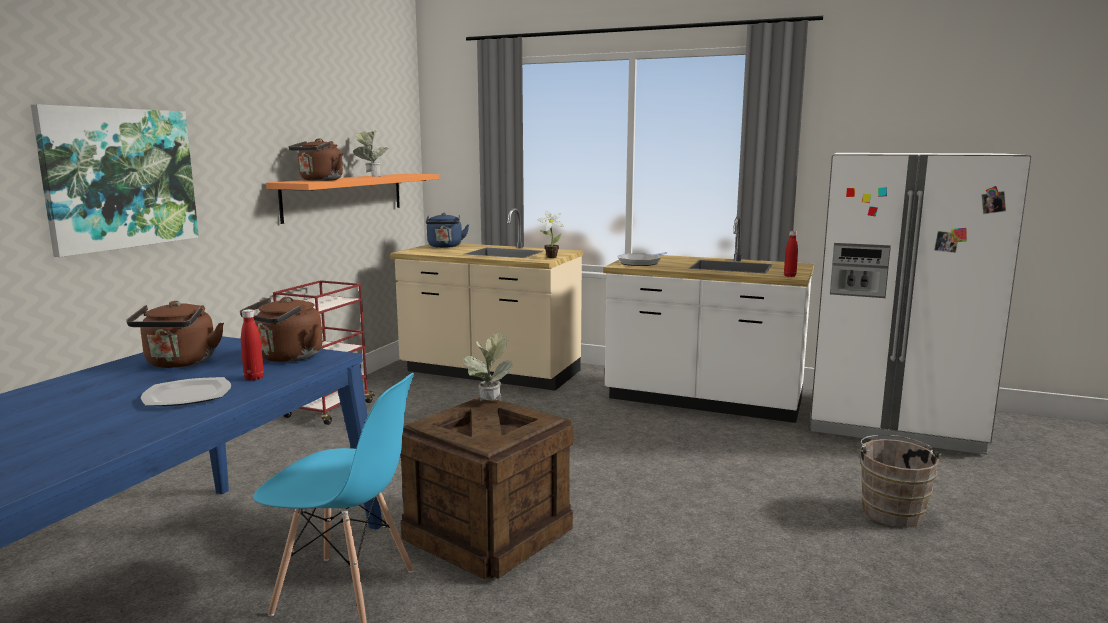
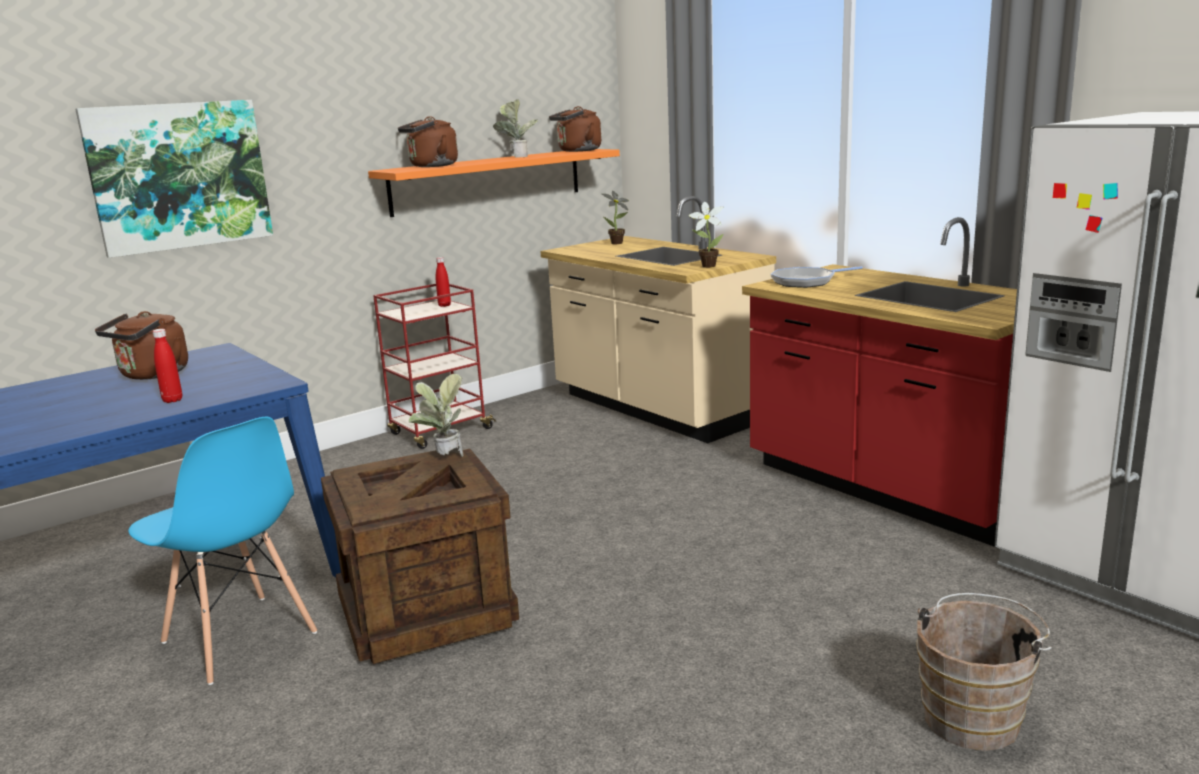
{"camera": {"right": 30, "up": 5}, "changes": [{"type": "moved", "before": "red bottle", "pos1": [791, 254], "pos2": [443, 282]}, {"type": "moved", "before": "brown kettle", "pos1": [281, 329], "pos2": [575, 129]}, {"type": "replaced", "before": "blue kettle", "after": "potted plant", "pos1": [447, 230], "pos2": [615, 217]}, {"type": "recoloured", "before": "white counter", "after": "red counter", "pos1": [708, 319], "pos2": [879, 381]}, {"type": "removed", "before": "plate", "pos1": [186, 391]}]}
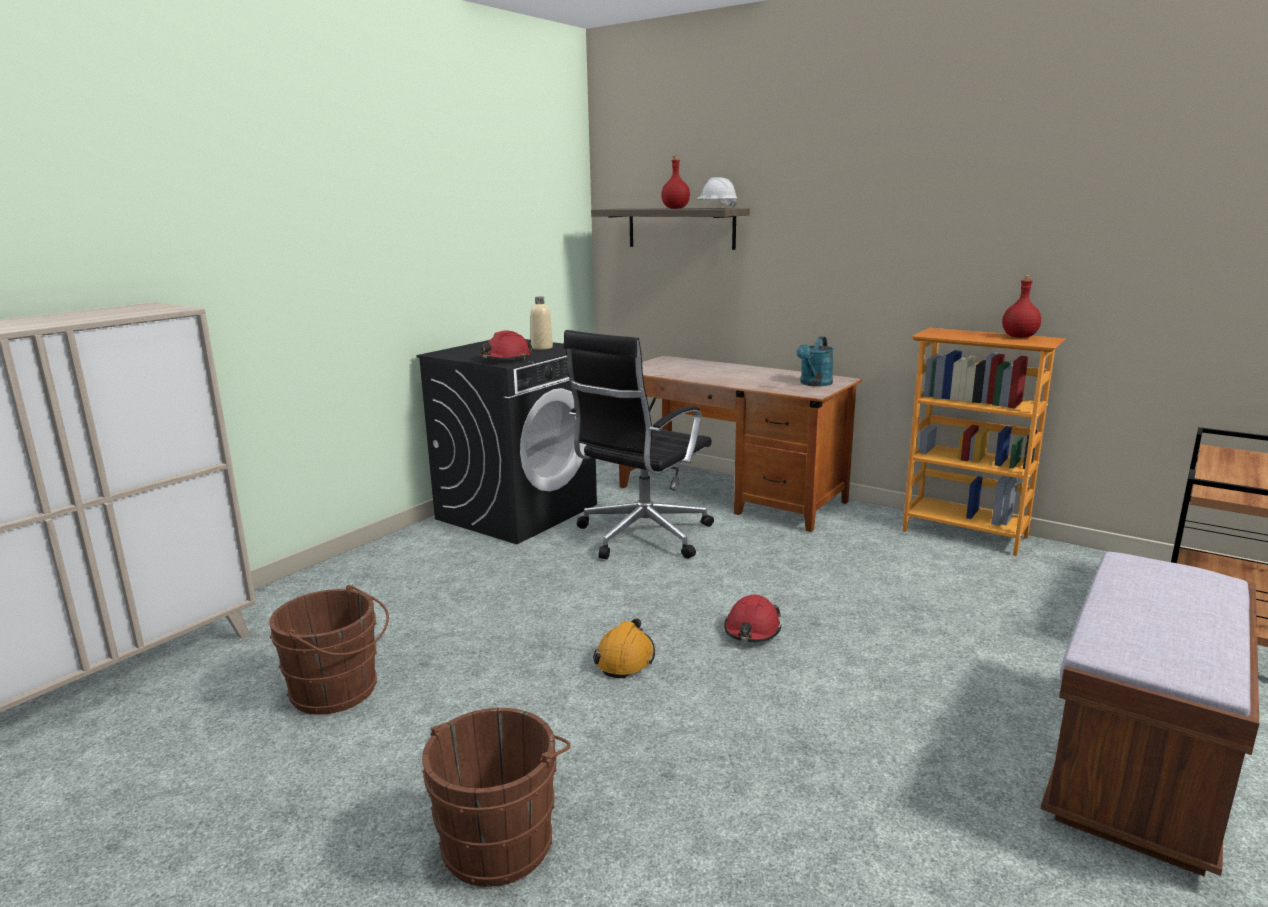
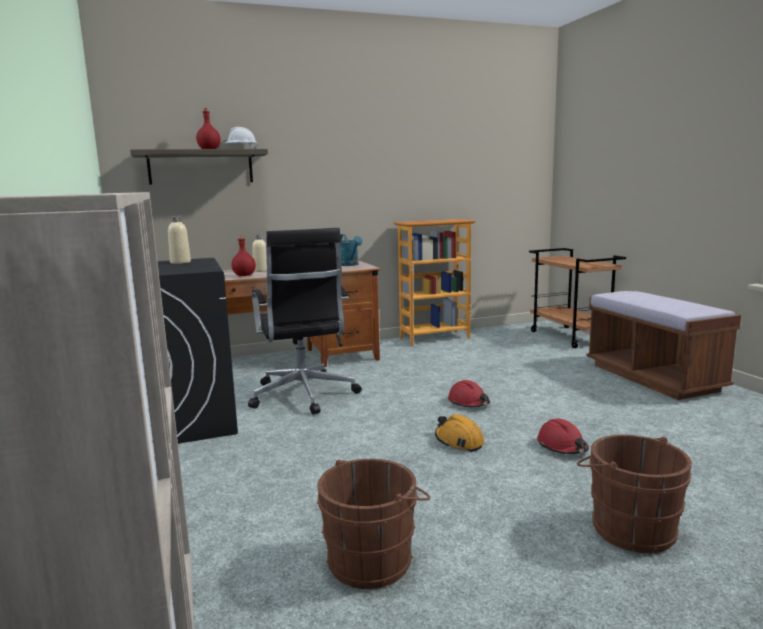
{"camera": {"right": -55, "up": -5}, "changes": [{"type": "moved", "before": "red bottle", "pos1": [1021, 306], "pos2": [243, 255]}, {"type": "added", "after": "beige bottle", "pos2": [259, 253]}, {"type": "moved", "before": "red hard hat", "pos1": [506, 345], "pos2": [563, 436]}]}
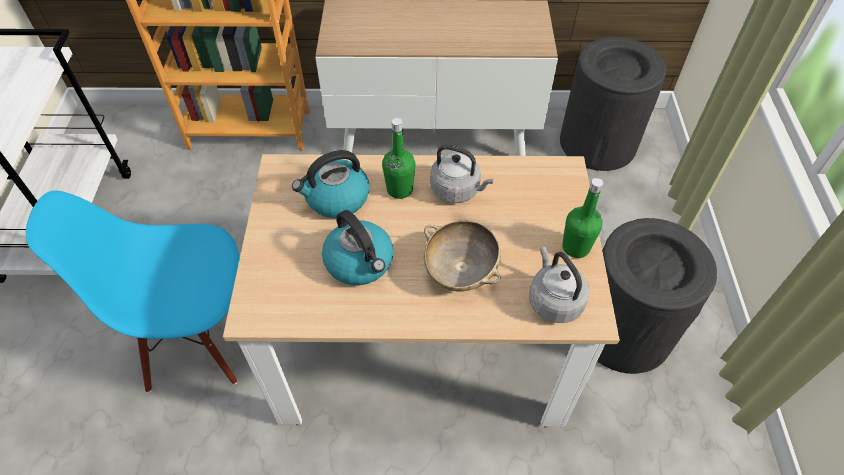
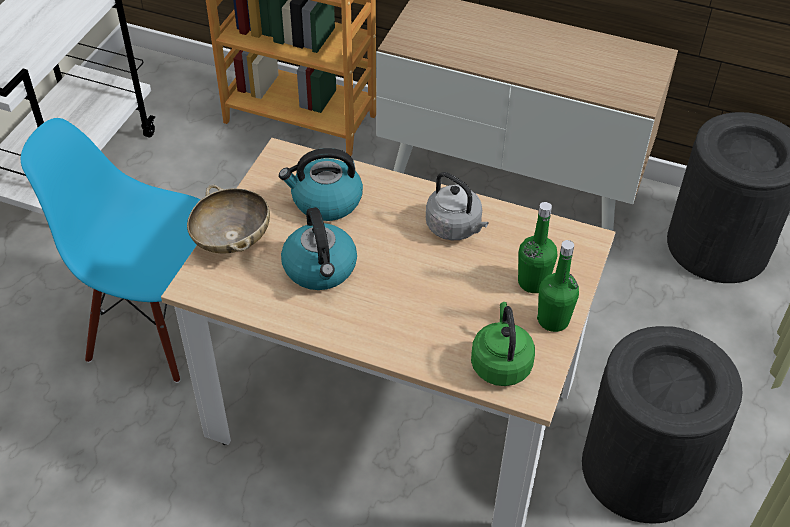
{"camera": {"right": 20, "up": -5}, "changes": [{"type": "moved", "before": "beige bowl", "pos1": [462, 256], "pos2": [228, 219]}, {"type": "recoloured", "before": "grey kettle", "after": "green kettle", "pos1": [559, 284], "pos2": [503, 344]}, {"type": "moved", "before": "green bottle", "pos1": [399, 158], "pos2": [538, 247]}]}
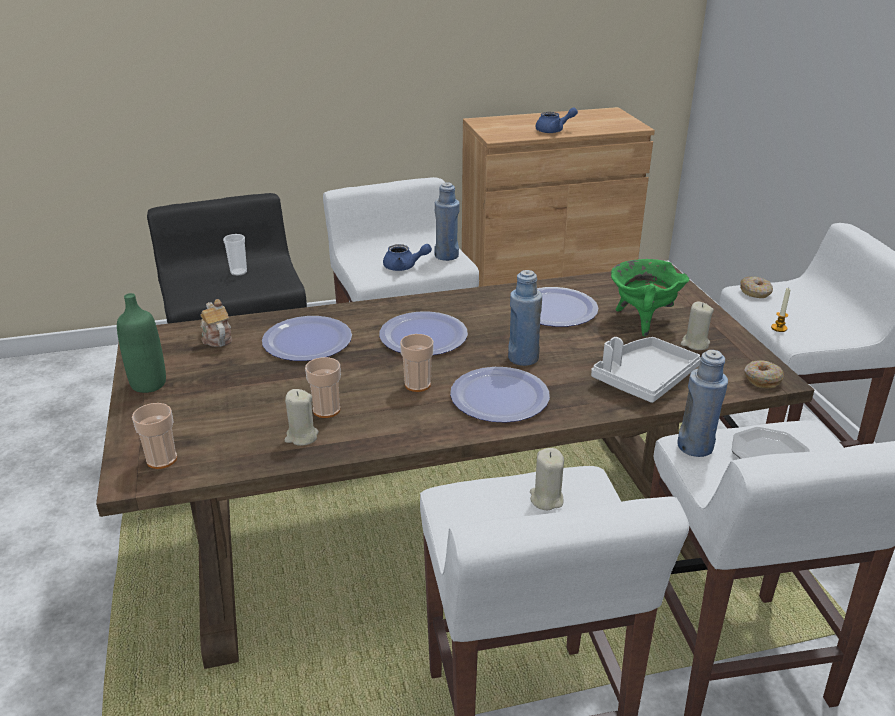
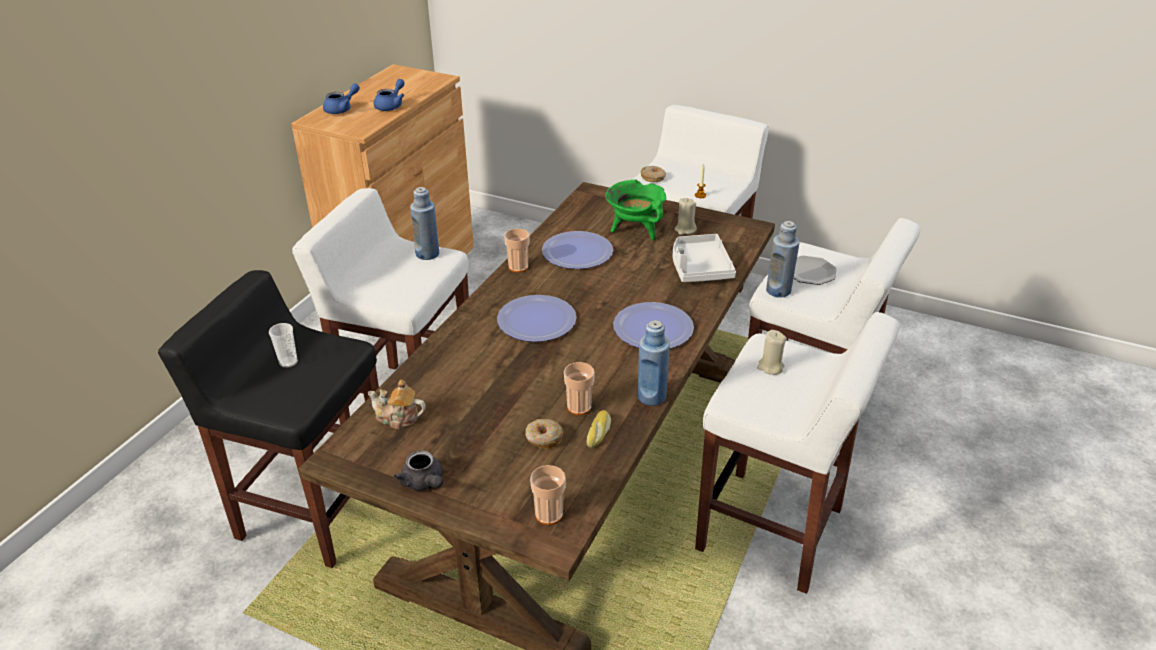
{"camera": {"right": -50, "up": 5}, "changes": [{"type": "moved", "before": "blue teapot", "pos1": [407, 257], "pos2": [341, 98]}, {"type": "replaced", "before": "green bottle", "after": "grey teapot", "pos1": [141, 343], "pos2": [418, 470]}, {"type": "moved", "before": "cup", "pos1": [417, 363], "pos2": [516, 251]}, {"type": "moved", "before": "donut", "pos1": [764, 374], "pos2": [544, 434]}, {"type": "replaced", "before": "beige candle", "after": "bread", "pos1": [302, 417], "pos2": [599, 429]}, {"type": "moved", "before": "blue bottle", "pos1": [525, 318], "pos2": [653, 363]}, {"type": "removed", "before": "plate", "pos1": [307, 338]}]}
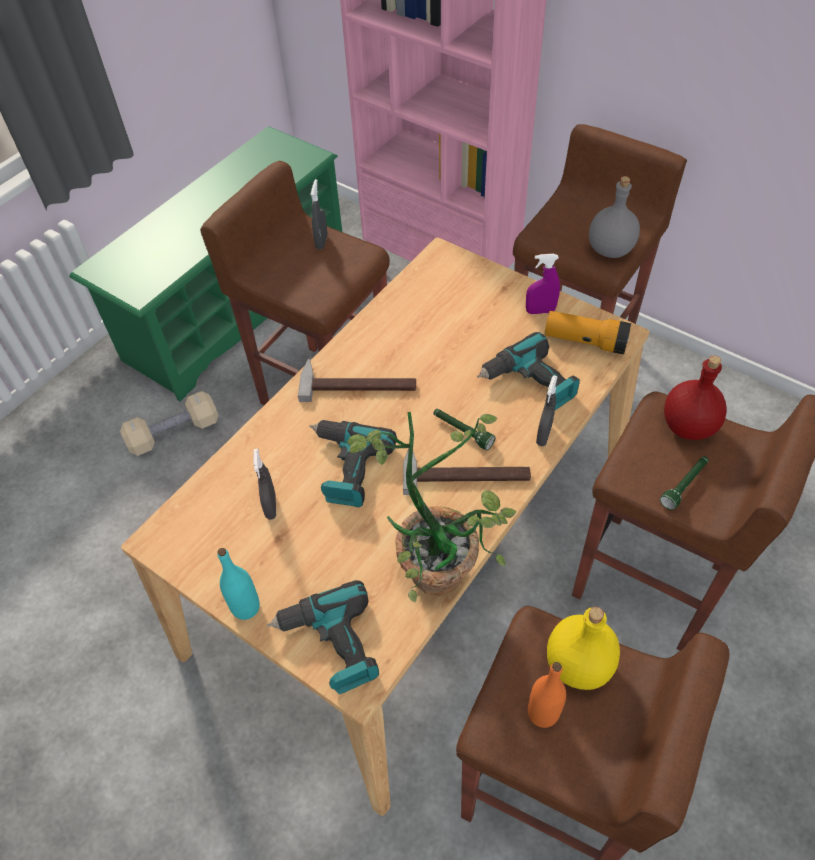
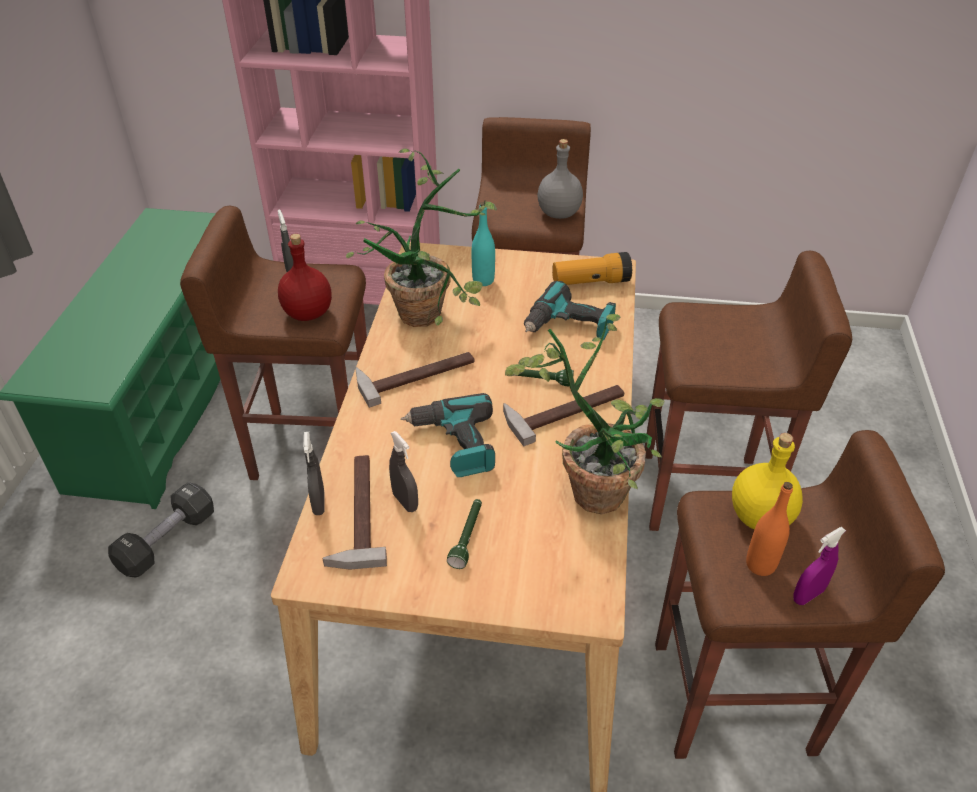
{"camera": {"right": -30, "up": -10}, "changes": [{"type": "recoloured", "before": "beige dumbbell", "after": "black dumbbell", "pos1": [169, 423], "pos2": [161, 530]}, {"type": "moved", "before": "red bottle", "pos1": [695, 397], "pos2": [305, 277]}, {"type": "moved", "before": "grey spray bottle", "pos1": [547, 410], "pos2": [314, 473]}, {"type": "added", "after": "hammer", "pos2": [355, 512]}, {"type": "added", "after": "potted plant", "pos2": [421, 237]}, {"type": "moved", "before": "green flashlight", "pos1": [684, 483], "pos2": [464, 534]}, {"type": "moved", "before": "turquoise bottle", "pos1": [238, 584], "pos2": [483, 244]}, {"type": "moved", "before": "purple spray bottle", "pos1": [543, 284], "pos2": [819, 566]}, {"type": "removed", "before": "power drill", "pos1": [323, 637]}]}
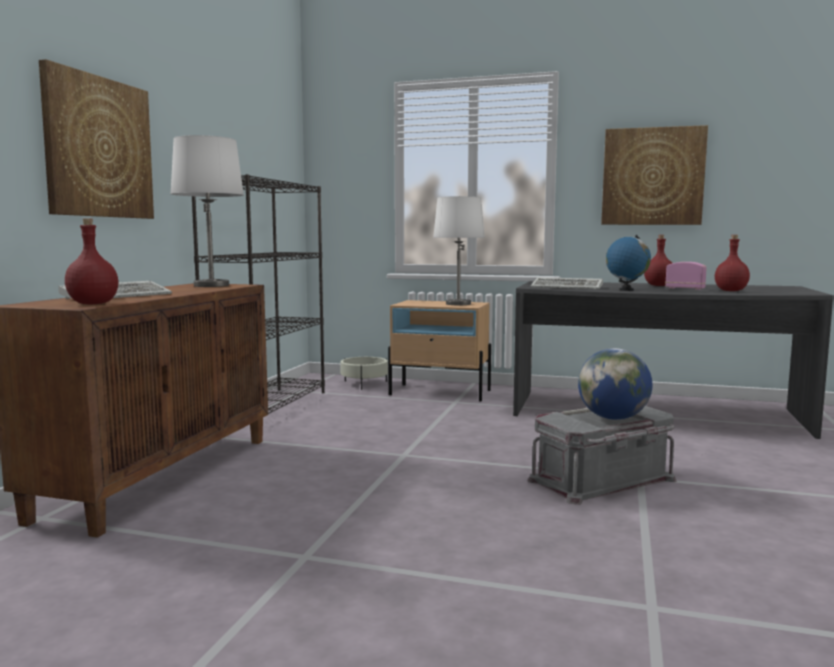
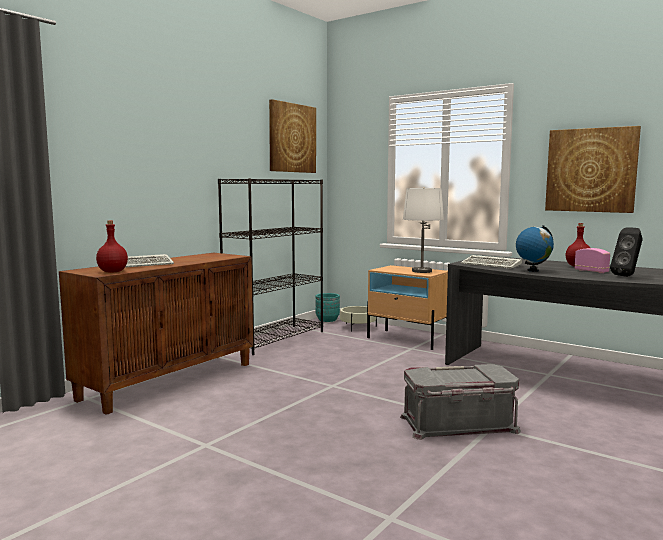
{"camera": {"right": 20, "up": 0}, "changes": [{"type": "moved", "before": "picture", "pos1": [96, 139], "pos2": [292, 136]}, {"type": "added", "after": "turquoise planter", "pos2": [328, 307]}, {"type": "replaced", "before": "red bottle", "after": "black speaker", "pos1": [732, 263], "pos2": [626, 252]}, {"type": "removed", "before": "white table lamp", "pos1": [207, 211]}, {"type": "removed", "before": "globe", "pos1": [615, 384]}]}
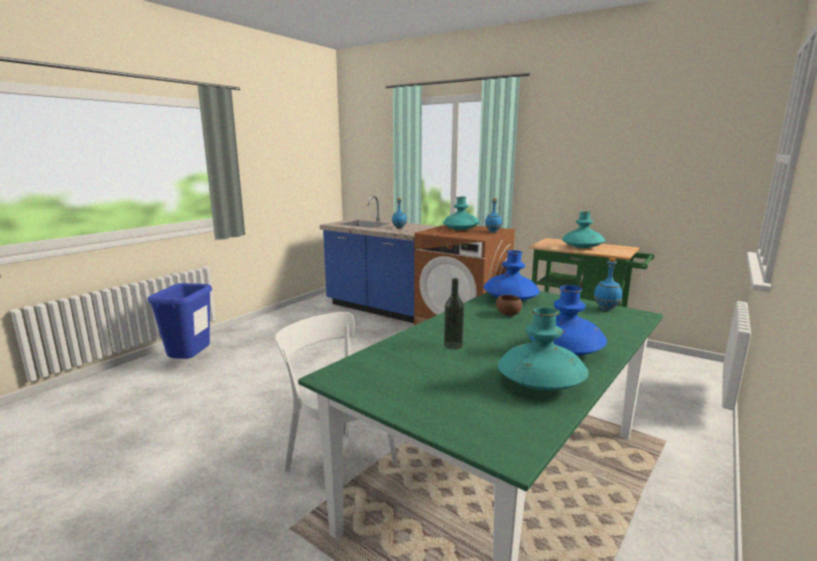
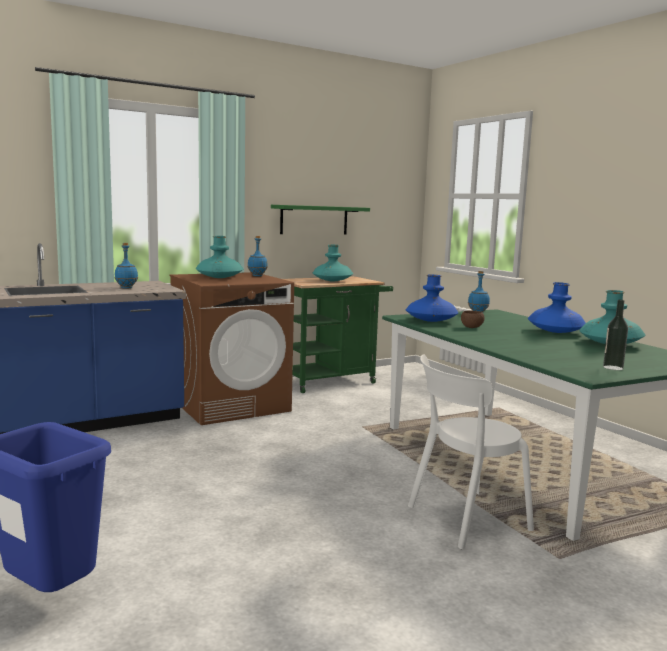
{"camera": {"right": -65, "up": -5}, "changes": [{"type": "added", "after": "green shelf", "pos2": [320, 220]}, {"type": "moved", "before": "bottle", "pos1": [454, 313], "pos2": [615, 335]}]}
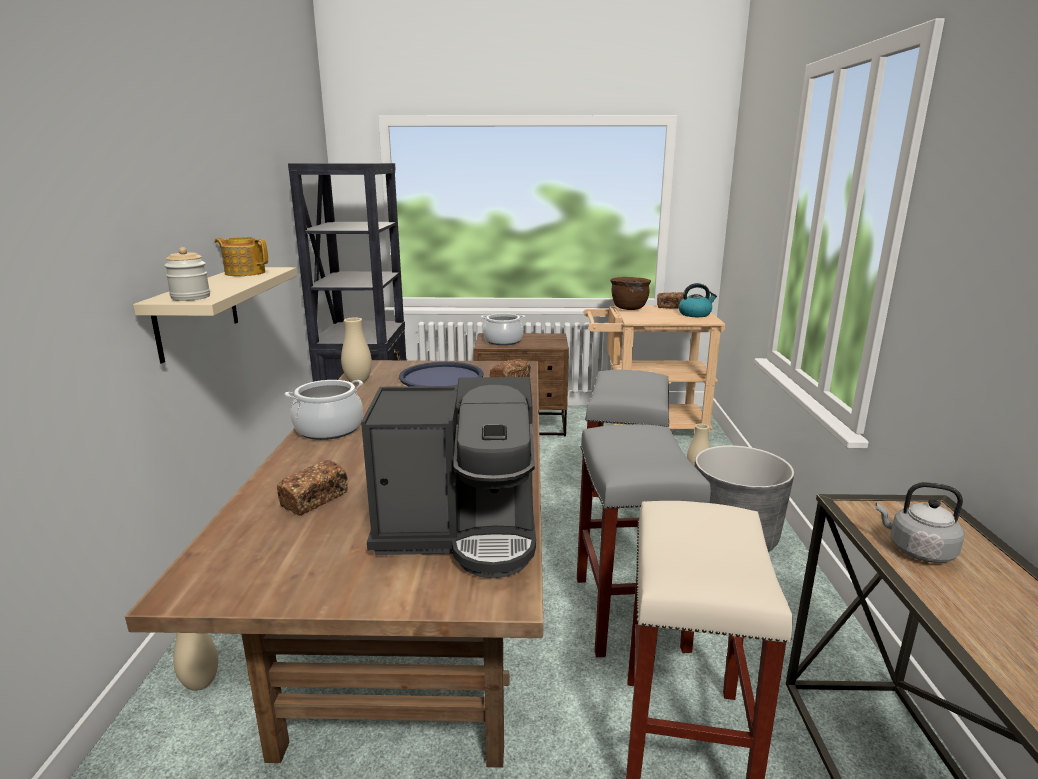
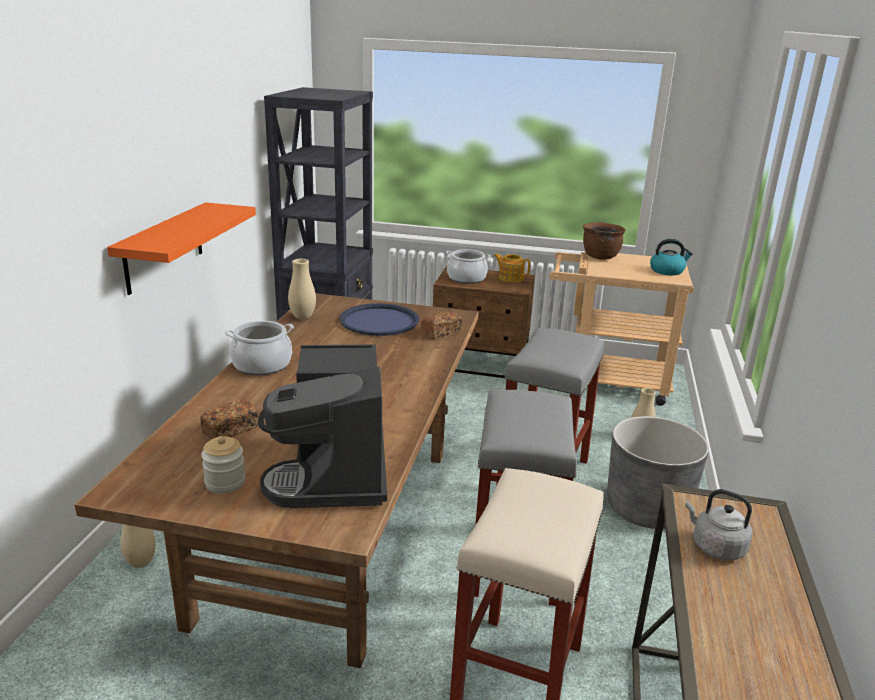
{"camera": {"right": 10, "up": 5}, "changes": [{"type": "recoloured", "before": "beige shelf", "after": "orange shelf", "pos1": [215, 315], "pos2": [181, 248]}, {"type": "moved", "before": "jar", "pos1": [187, 274], "pos2": [223, 464]}, {"type": "turned", "before": "coffee machine", "pos1": [448, 477], "pos2": [322, 426], "turn": 75}, {"type": "moved", "before": "teapot", "pos1": [241, 256], "pos2": [512, 268]}, {"type": "removed", "before": "bread", "pos1": [670, 300]}]}
